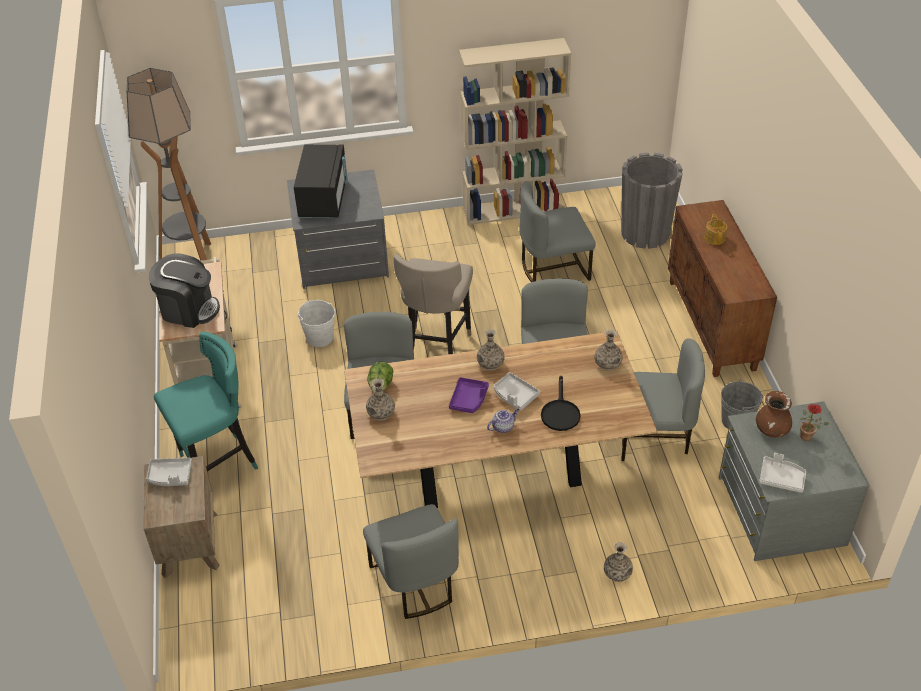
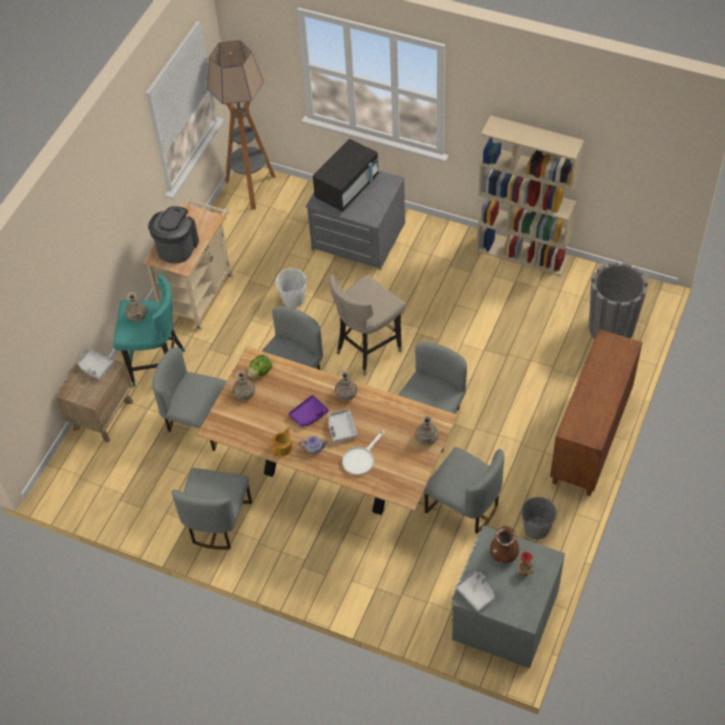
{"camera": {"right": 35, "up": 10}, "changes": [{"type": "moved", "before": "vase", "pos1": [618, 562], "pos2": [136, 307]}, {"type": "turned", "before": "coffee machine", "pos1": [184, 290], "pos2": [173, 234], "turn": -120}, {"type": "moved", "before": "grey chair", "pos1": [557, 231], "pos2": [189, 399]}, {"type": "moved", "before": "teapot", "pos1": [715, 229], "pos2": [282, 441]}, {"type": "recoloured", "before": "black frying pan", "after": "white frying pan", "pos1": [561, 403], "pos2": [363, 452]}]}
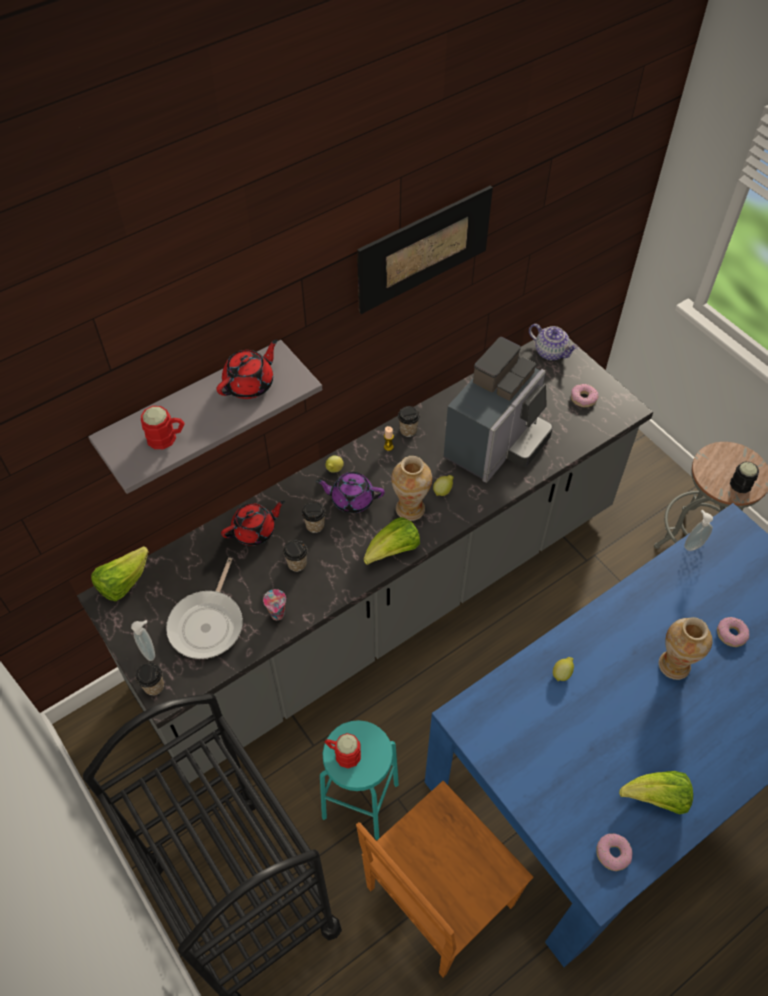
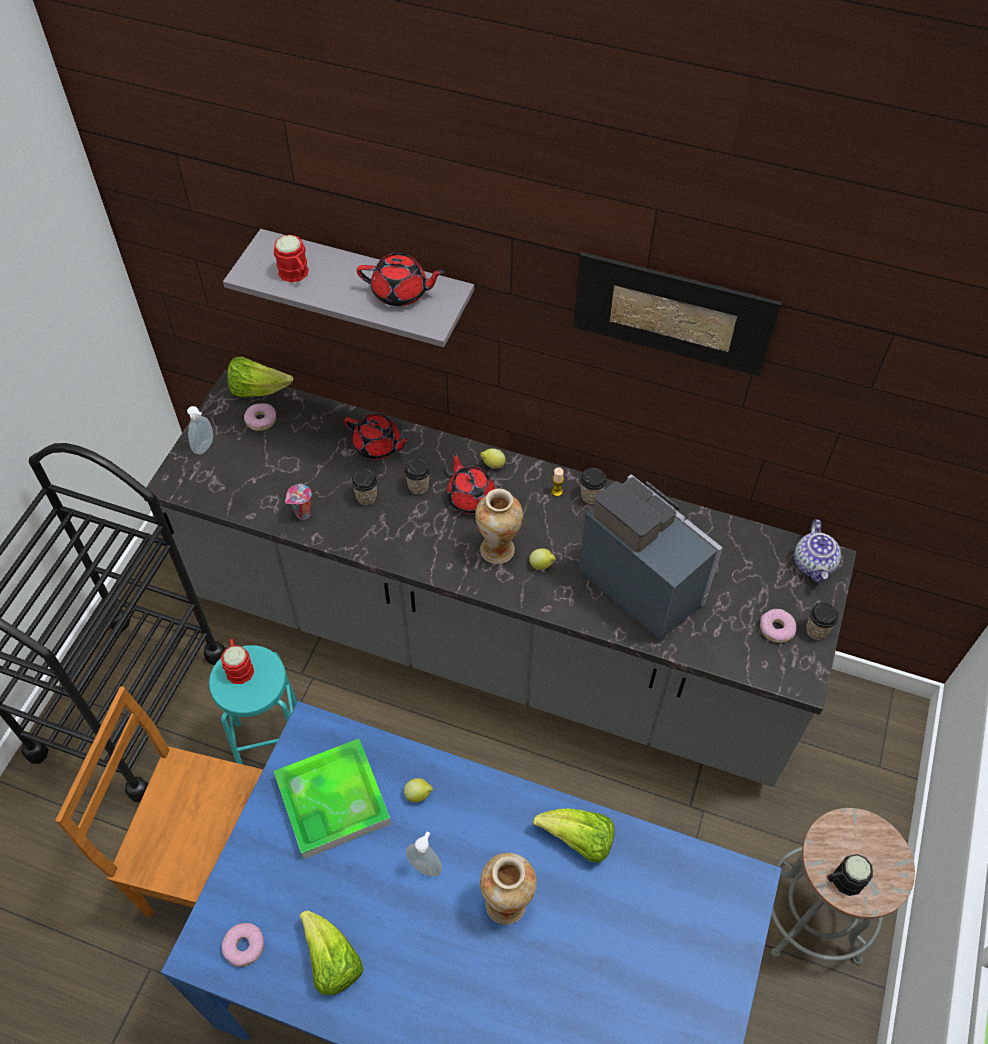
{"camera": {"right": 55, "up": 0}, "changes": [{"type": "moved", "before": "donut", "pos1": [733, 632], "pos2": [260, 417]}, {"type": "added", "after": "tray", "pos2": [332, 798]}, {"type": "moved", "before": "soap dispenser", "pos1": [698, 530], "pos2": [424, 854]}, {"type": "recoloured", "before": "purple teapot", "after": "red teapot", "pos1": [350, 492], "pos2": [471, 482]}, {"type": "moved", "before": "lettuce", "pos1": [392, 541], "pos2": [574, 836]}, {"type": "turned", "before": "coffee machine", "pos1": [498, 410], "pos2": [651, 558], "turn": -135}, {"type": "moved", "before": "cup", "pos1": [149, 679], "pos2": [822, 621]}, {"type": "removed", "before": "frying pan", "pos1": [204, 608]}]}
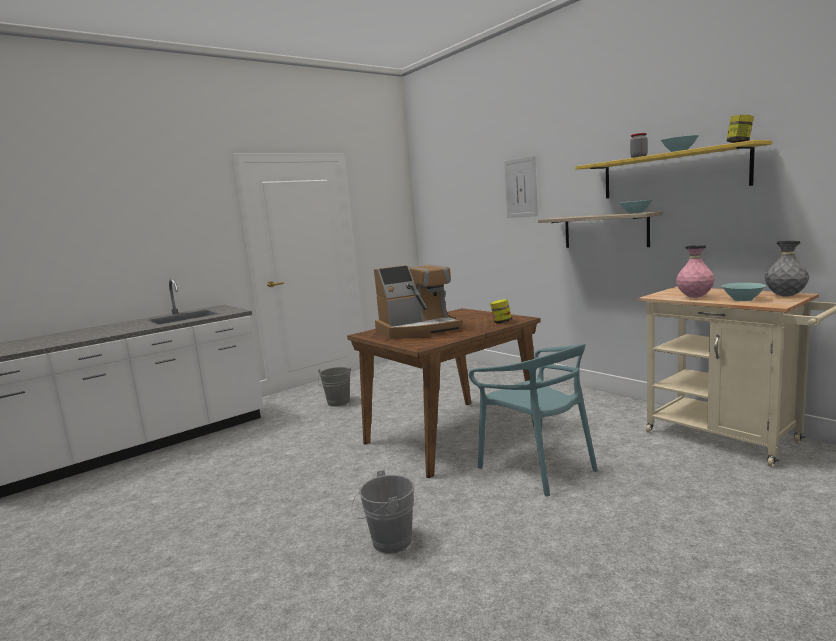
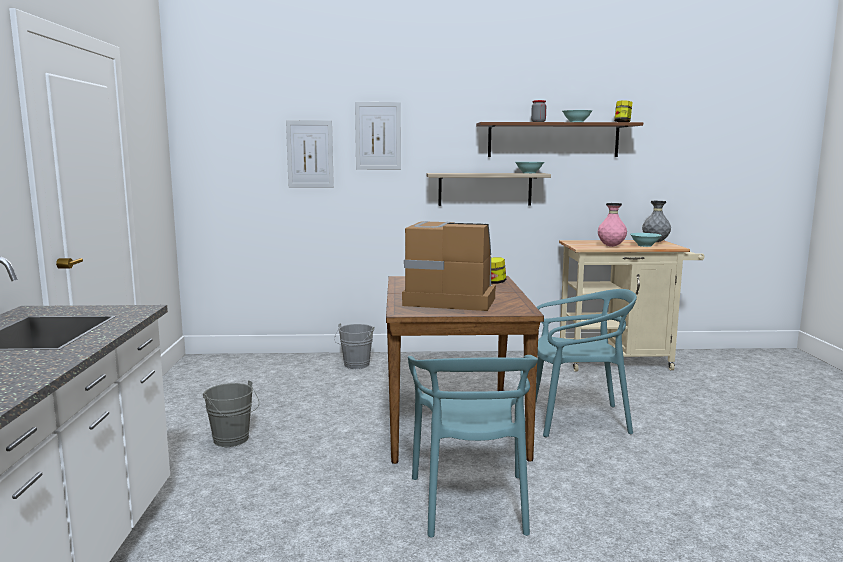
{"camera": {"right": -55, "up": 0}, "changes": [{"type": "added", "after": "picture", "pos2": [310, 154]}, {"type": "moved", "before": "grey bucket", "pos1": [382, 512], "pos2": [354, 346]}, {"type": "turned", "before": "coffee machine", "pos1": [418, 301], "pos2": [449, 266], "turn": -90}, {"type": "added", "after": "turquoise chair", "pos2": [473, 446]}, {"type": "recoloured", "before": "yellow shelf", "after": "brown shelf", "pos1": [673, 169], "pos2": [559, 139]}]}
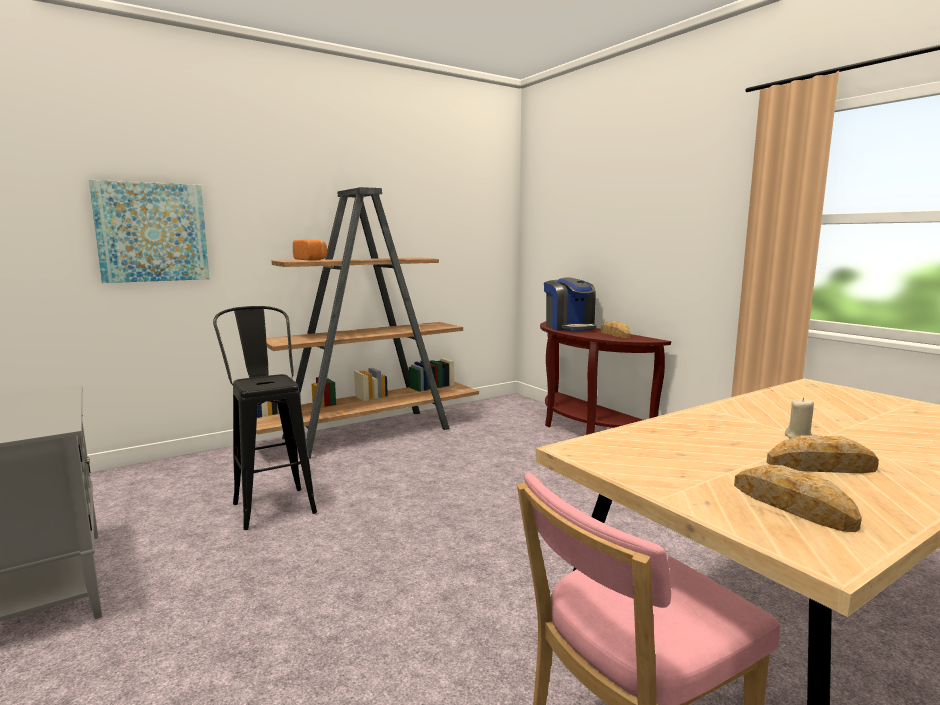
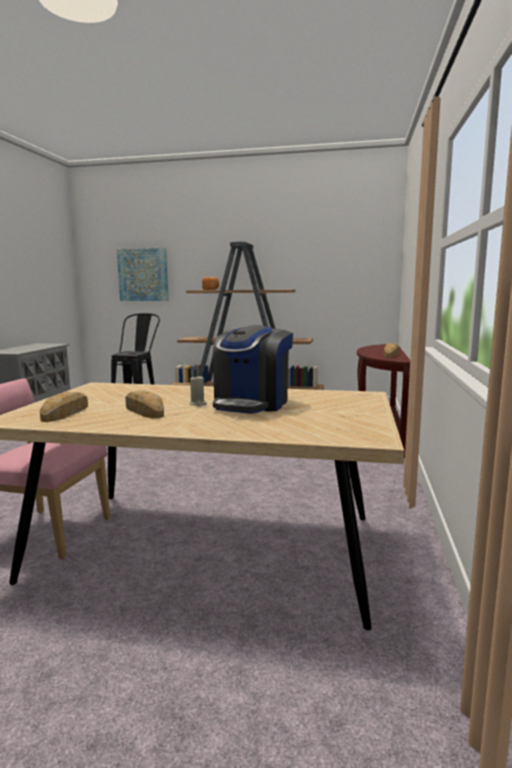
{"camera": {"right": 45, "up": 0}, "changes": [{"type": "moved", "before": "coffee machine", "pos1": [570, 304], "pos2": [253, 369]}]}
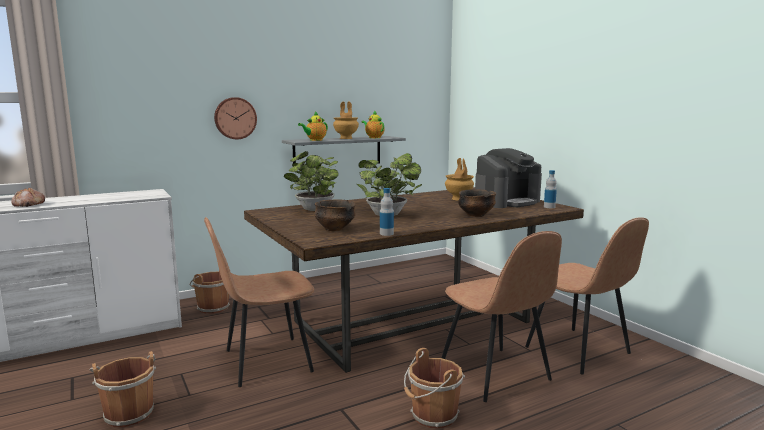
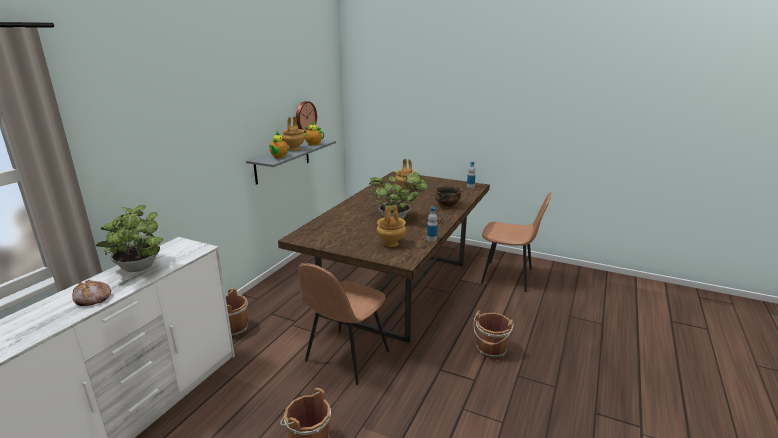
{"camera": {"right": -35, "up": 10}, "changes": [{"type": "moved", "before": "potted plant", "pos1": [311, 181], "pos2": [129, 238]}, {"type": "moved", "before": "wall clock", "pos1": [235, 118], "pos2": [306, 117]}, {"type": "replaced", "before": "bowl", "after": "brown vase", "pos1": [335, 215], "pos2": [391, 226]}, {"type": "removed", "before": "brown chair", "pos1": [502, 316]}, {"type": "removed", "before": "coffee machine", "pos1": [508, 178]}]}
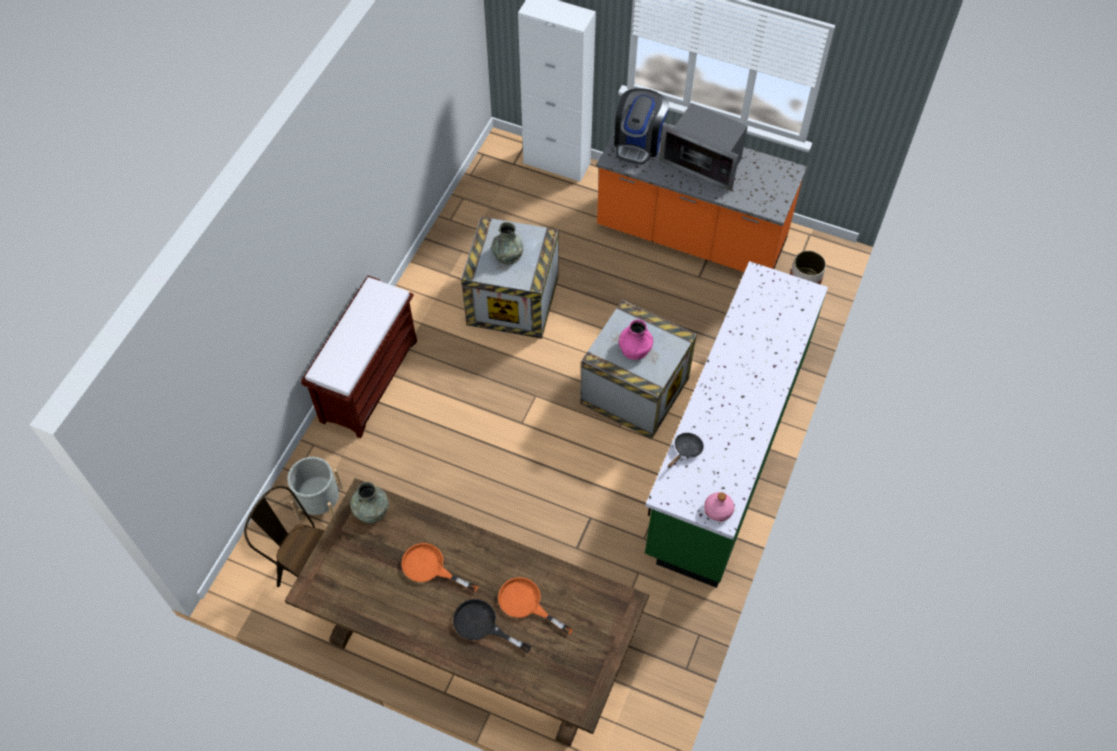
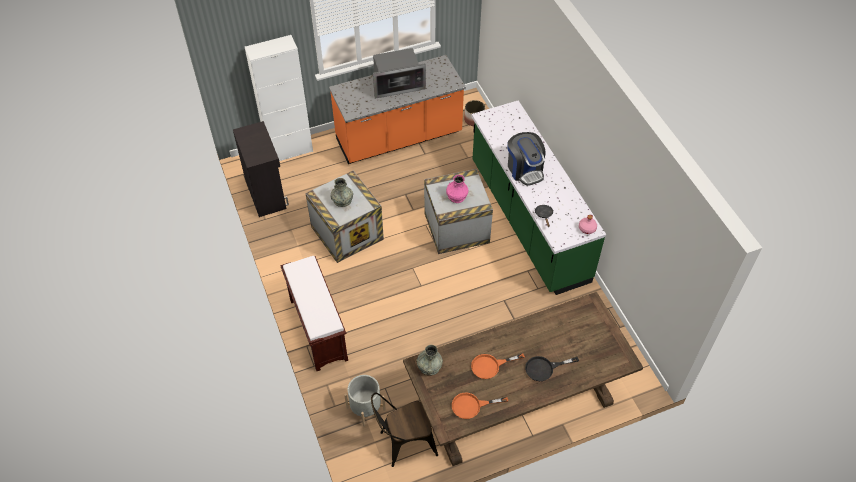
{"camera": {"right": -45, "up": -5}, "changes": [{"type": "added", "after": "black cabinet", "pos2": [261, 169]}, {"type": "moved", "before": "orange frying pan", "pos1": [535, 606], "pos2": [480, 406]}, {"type": "moved", "before": "coffee machine", "pos1": [641, 126], "pos2": [526, 159]}]}
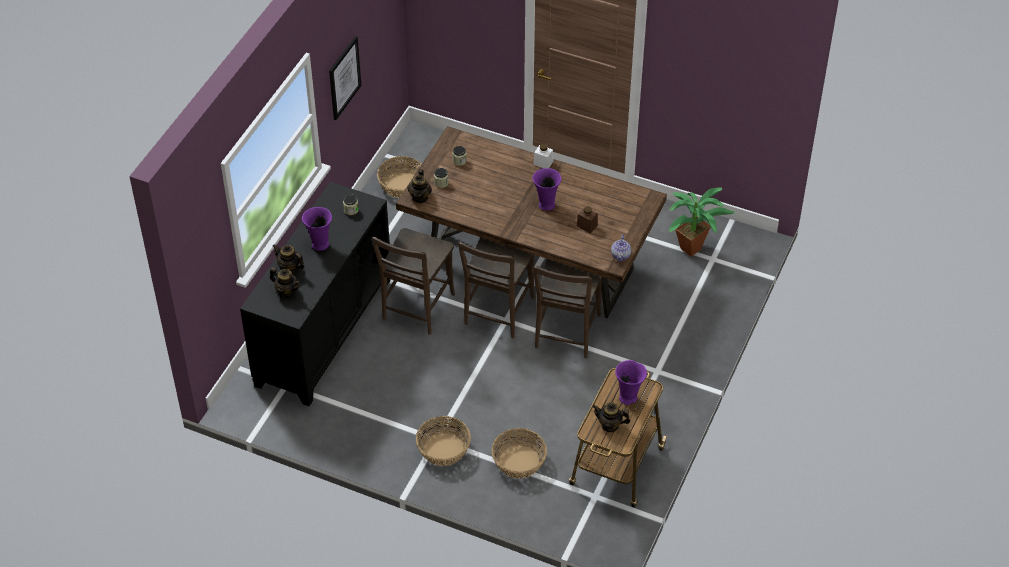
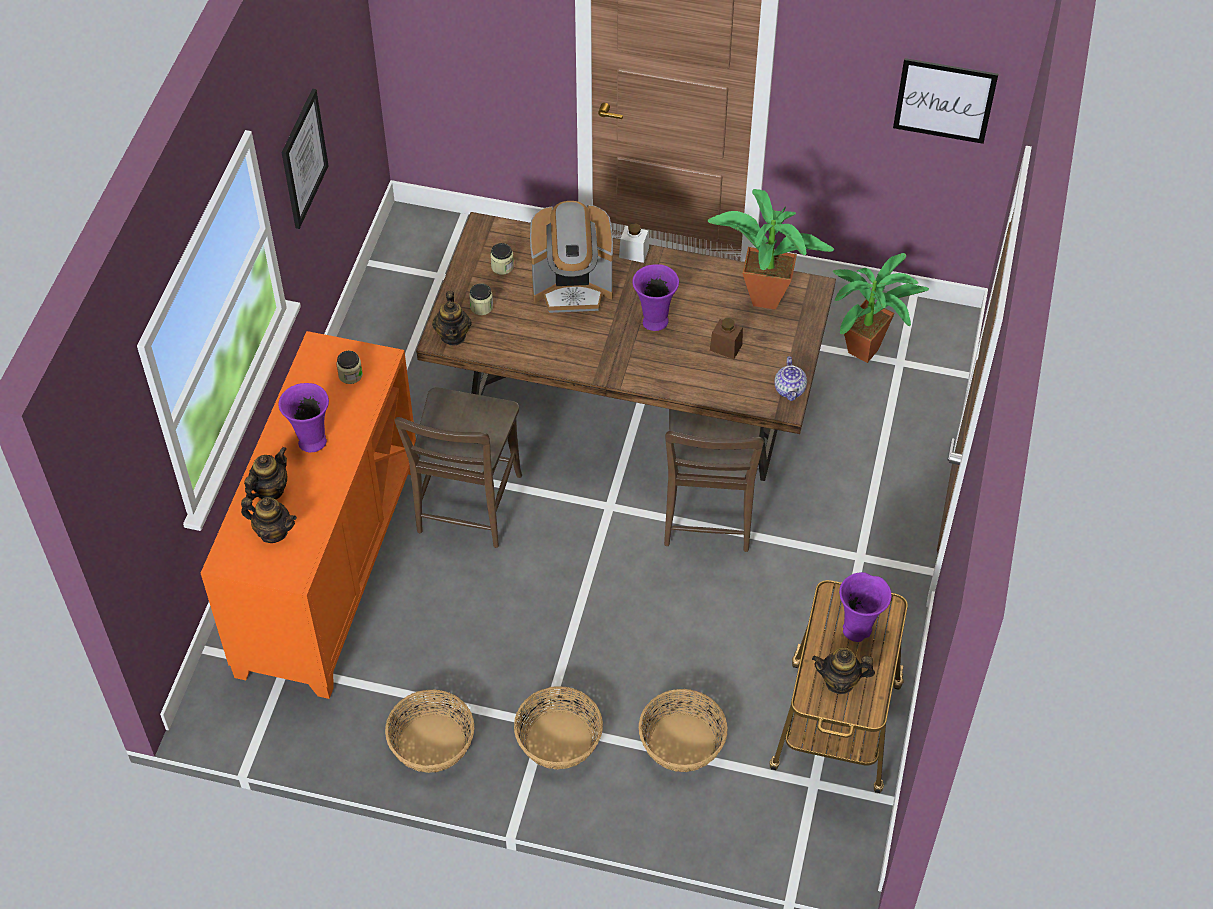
{"camera": {"right": -10, "up": 5}, "changes": [{"type": "recoloured", "before": "black cabinet", "after": "orange cabinet", "pos1": [315, 294], "pos2": [308, 515]}, {"type": "turned", "before": "teapot", "pos1": [289, 259], "pos2": [265, 474], "turn": 105}, {"type": "moved", "before": "basket", "pos1": [399, 177], "pos2": [429, 731]}, {"type": "added", "after": "coffee machine", "pos2": [571, 257]}, {"type": "added", "after": "potted plant", "pos2": [770, 249]}, {"type": "added", "after": "picture", "pos2": [945, 101]}, {"type": "removed", "before": "brown chair", "pos1": [496, 288]}]}
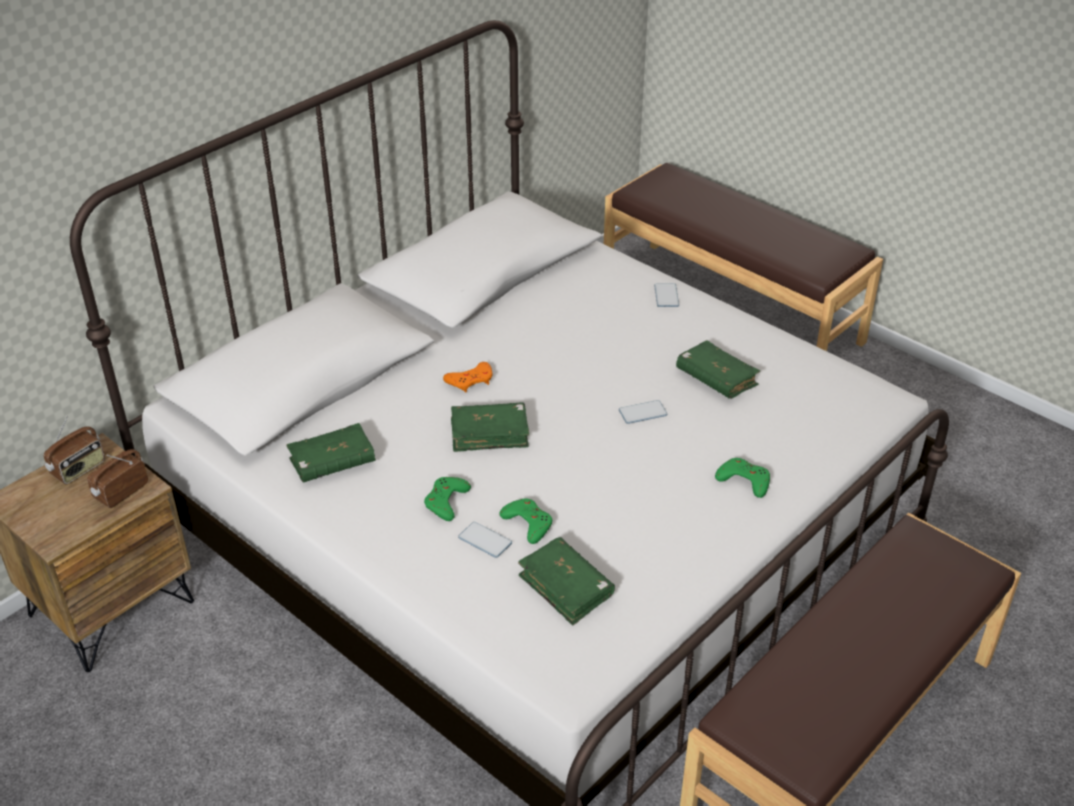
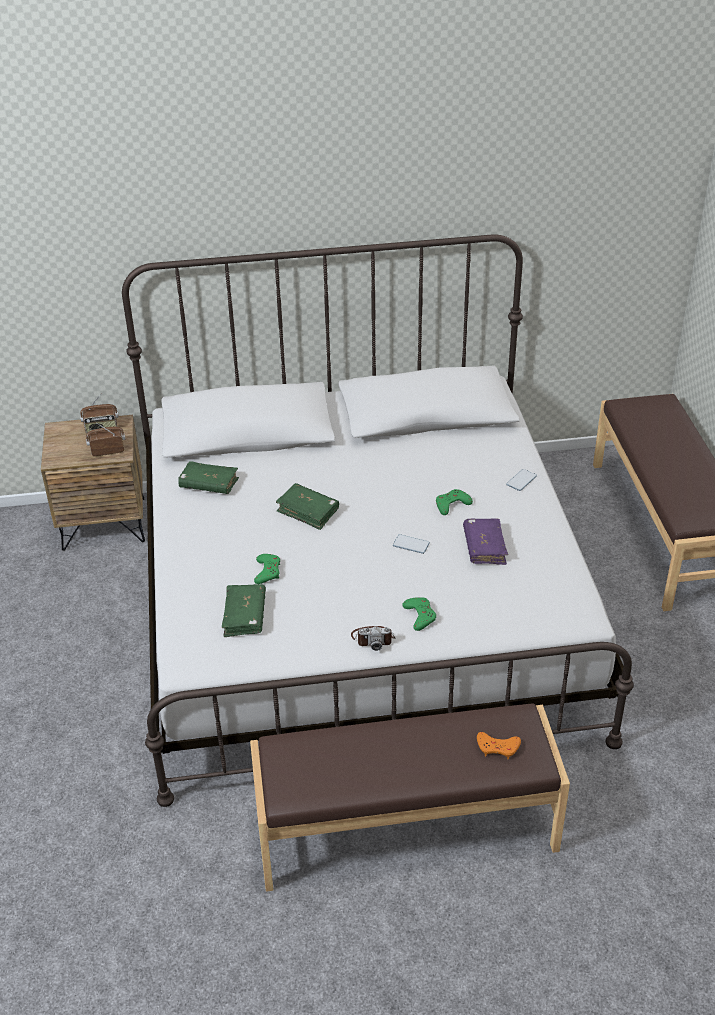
{"camera": {"right": 40, "up": 0}, "changes": [{"type": "added", "after": "photo camera", "pos2": [373, 638]}, {"type": "moved", "before": "green game controller", "pos1": [447, 499], "pos2": [454, 502]}, {"type": "recoloured", "before": "green book", "after": "purple book", "pos1": [718, 369], "pos2": [485, 541]}, {"type": "moved", "before": "orange game controller", "pos1": [467, 377], "pos2": [499, 745]}, {"type": "removed", "before": "phone", "pos1": [485, 540]}]}
